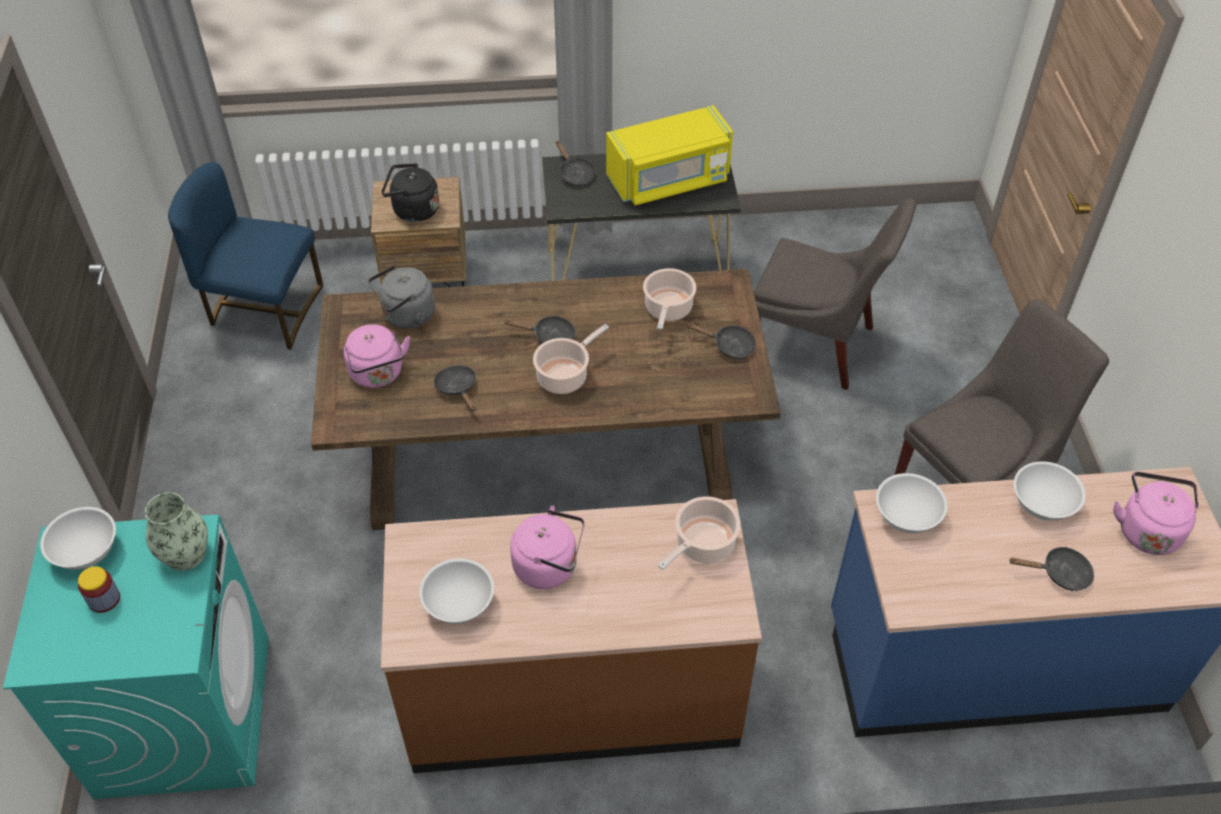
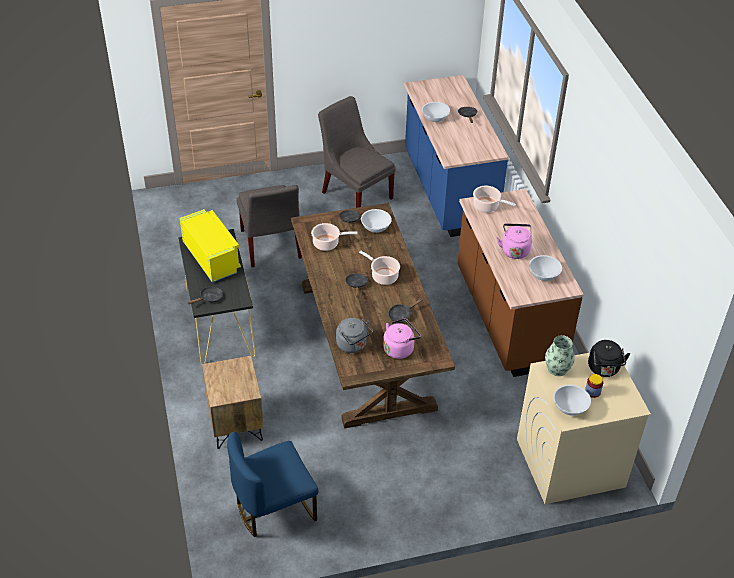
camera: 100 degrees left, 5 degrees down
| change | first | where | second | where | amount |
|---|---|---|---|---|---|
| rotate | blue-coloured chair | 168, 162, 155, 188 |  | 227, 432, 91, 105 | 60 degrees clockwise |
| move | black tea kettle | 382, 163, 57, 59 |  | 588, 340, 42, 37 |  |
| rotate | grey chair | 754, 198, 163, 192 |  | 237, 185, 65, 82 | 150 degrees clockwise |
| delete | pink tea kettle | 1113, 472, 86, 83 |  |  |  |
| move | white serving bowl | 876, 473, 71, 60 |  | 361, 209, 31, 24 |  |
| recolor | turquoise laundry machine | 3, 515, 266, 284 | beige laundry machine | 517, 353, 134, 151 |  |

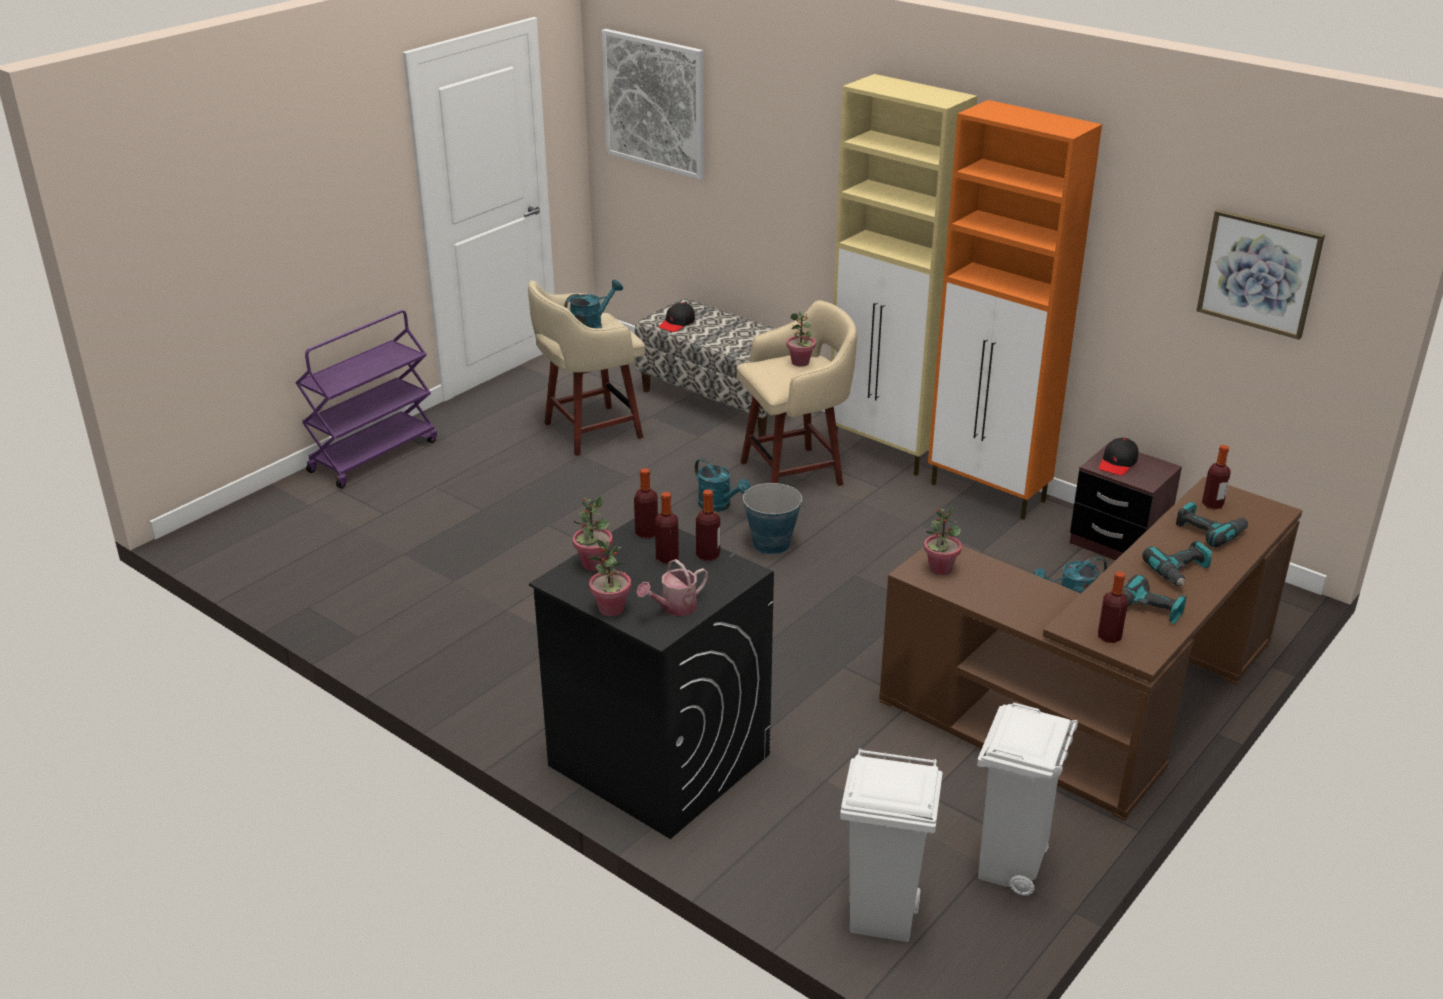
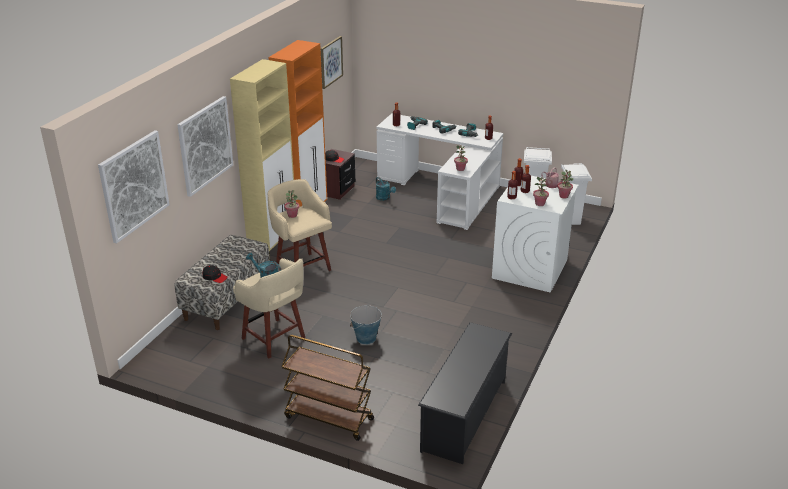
camera: 105 degrees left, 0 degrees up
| change | first | where | second | where | amount |
|---|---|---|---|---|---|
| recolor | purple-coloured wheeled cart | 295, 310, 142, 178 | brown wheeled cart | 281, 335, 93, 106 |  |
| delete | turquoise sprinkling can | 695, 458, 55, 54 |  |  |  |
| recolor | brown desk unit | 879, 477, 423, 344 | white desk unit | 377, 113, 126, 117 |  |
| move | water bucket | 743, 483, 61, 72 |  | 350, 304, 32, 41 |  |
| recolor | black laundry machine | 529, 518, 245, 321 | white laundry machine | 492, 176, 87, 117 |  |
| insert |  |  | picture | 177, 96, 57, 101 |  |
| insert |  |  | black shoe shelf | 418, 322, 94, 142 |  |

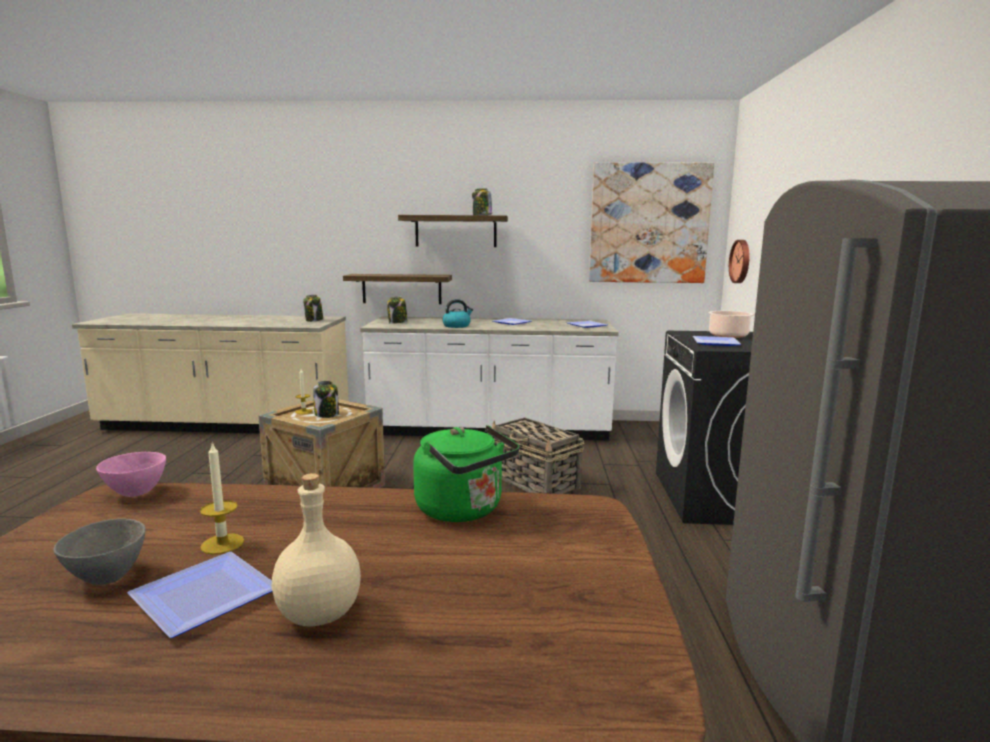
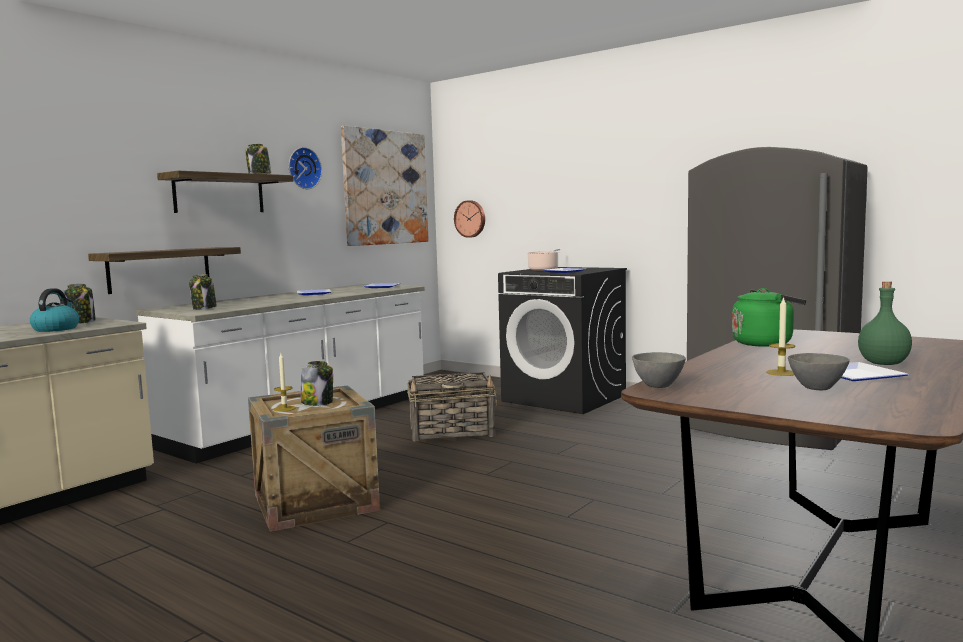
camera: 55 degrees left, 5 degrees down
| change | first | where | second | where | amount |
|---|---|---|---|---|---|
| move | tea kettle | 442, 299, 31, 29 |  | 30, 288, 49, 44 |  |
| recolor | pink serving bowl | 96, 452, 70, 45 | grey serving bowl | 632, 352, 54, 36 |  |
| recolor | beige bottle | 272, 473, 89, 153 | greenish bottle | 858, 281, 54, 84 |  |
| insert |  |  | hanging clock | 289, 147, 33, 42 |  |

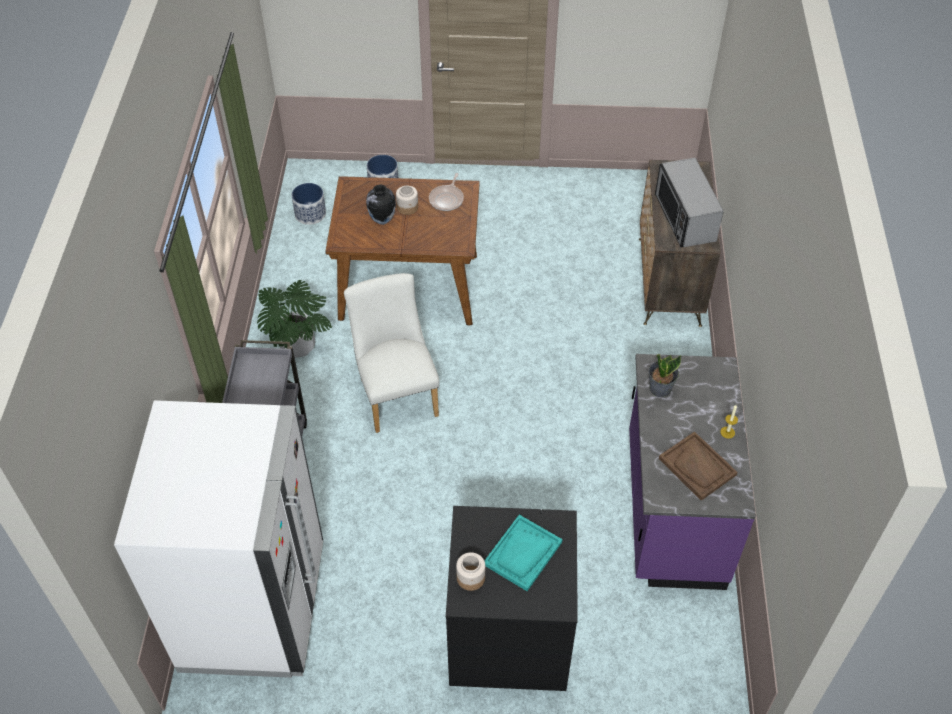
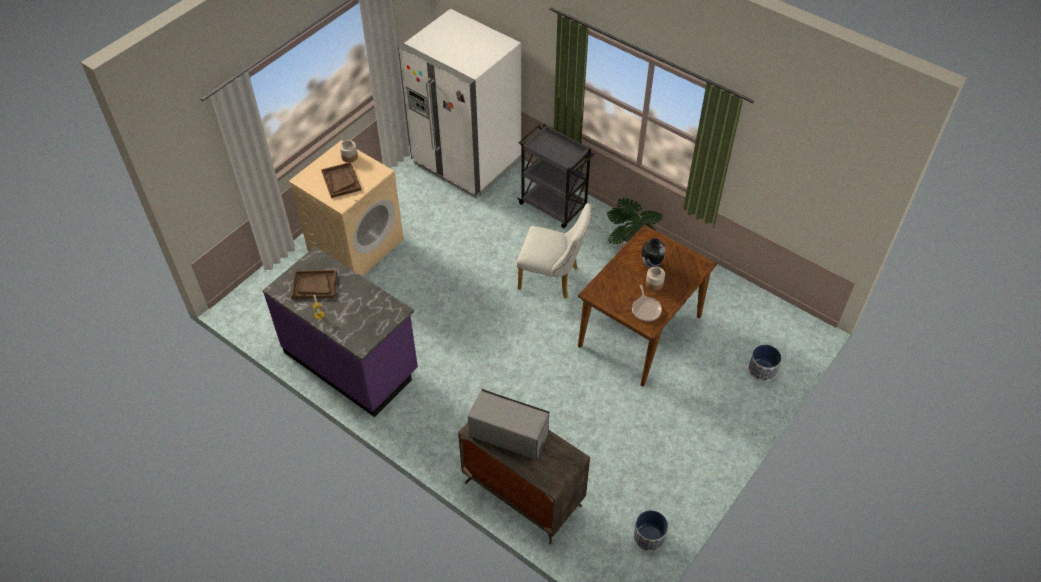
camera: 125 degrees right, 0 degrees up
| change | first | where | second | where | amount |
|---|---|---|---|---|---|
| rotate | frying pan | 429, 173, 35, 38 |  | 632, 285, 30, 36 | 150 degrees counterclockwise |
| move | planter | 292, 183, 34, 42 |  | 634, 510, 34, 42 |  |
| delete | houseplant | 649, 354, 33, 44 |  |  |  |
| recolor | black laundry machine | 446, 506, 132, 185 | beige laundry machine | 289, 140, 115, 136 |  |
| recolor | turquoise carrying tray | 484, 515, 78, 76 | brown carrying tray | 321, 162, 40, 36 |  |

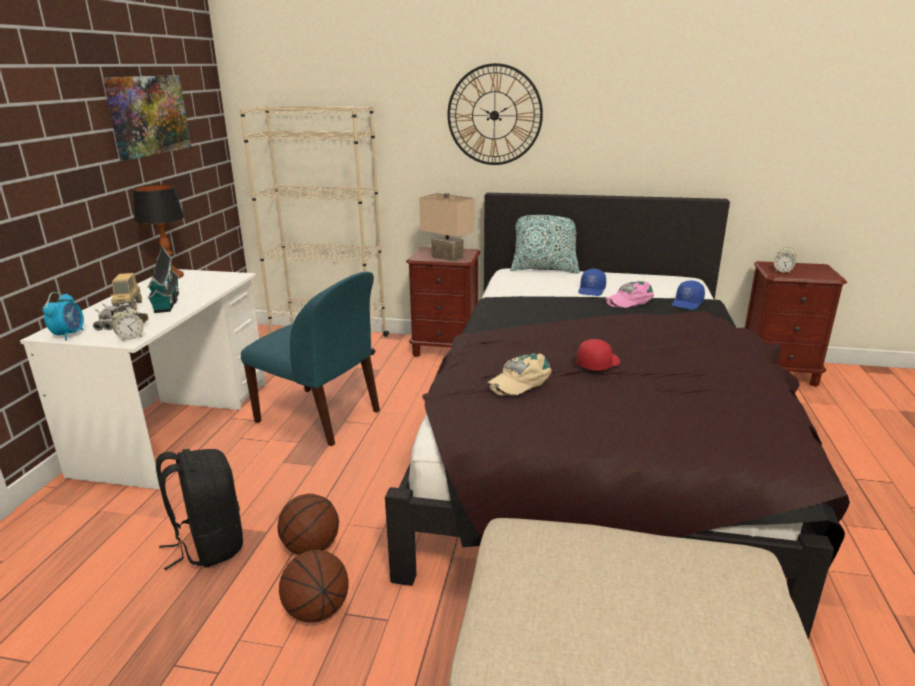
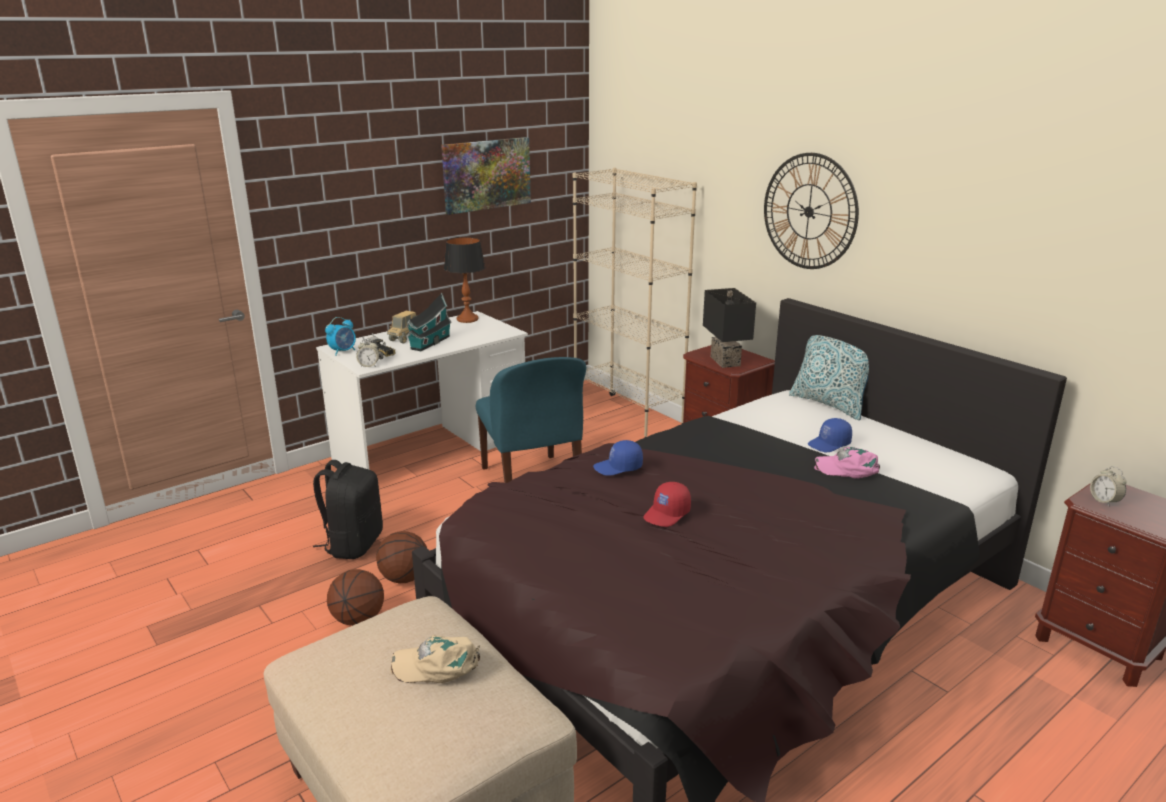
camera: 40 degrees right, 0 degrees up
| change | first | where | second | where | amount |
|---|---|---|---|---|---|
| recolor | beige lamp for a table | 419, 193, 55, 69 | black lamp for a table | 703, 288, 53, 80 |  |
| move | blue-coloured cap | 672, 280, 33, 30 |  | 593, 440, 50, 36 |  |
| rotate | red cap | 577, 339, 43, 32 |  | 643, 482, 48, 45 | 135 degrees clockwise |
| move | beige cap | 487, 353, 65, 43 |  | 390, 635, 90, 48 |  |

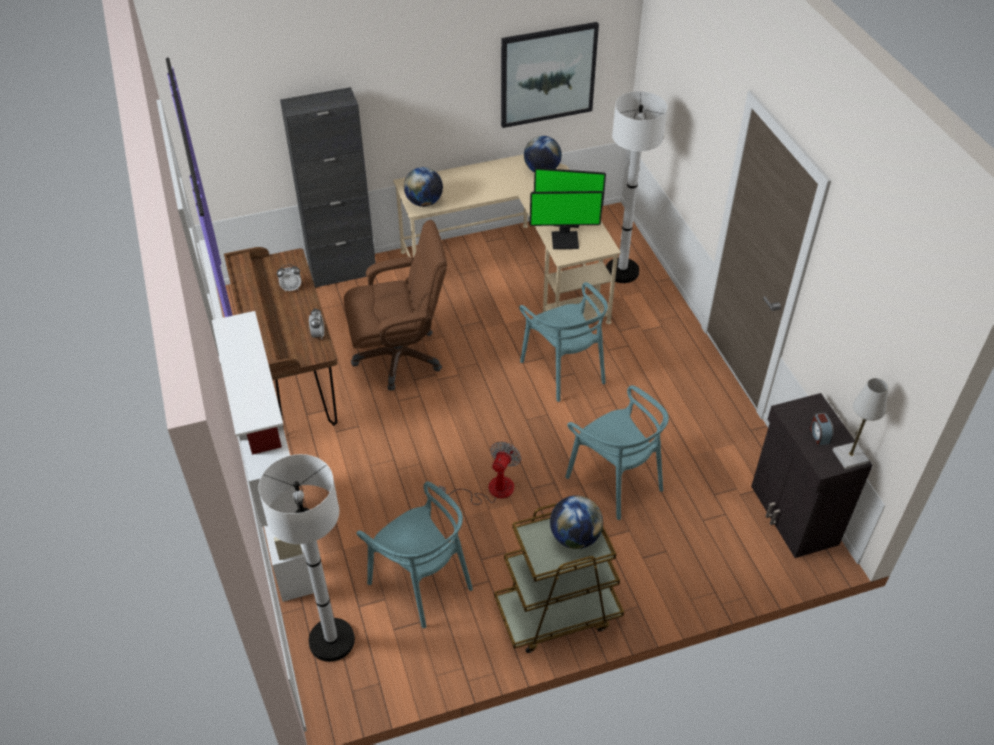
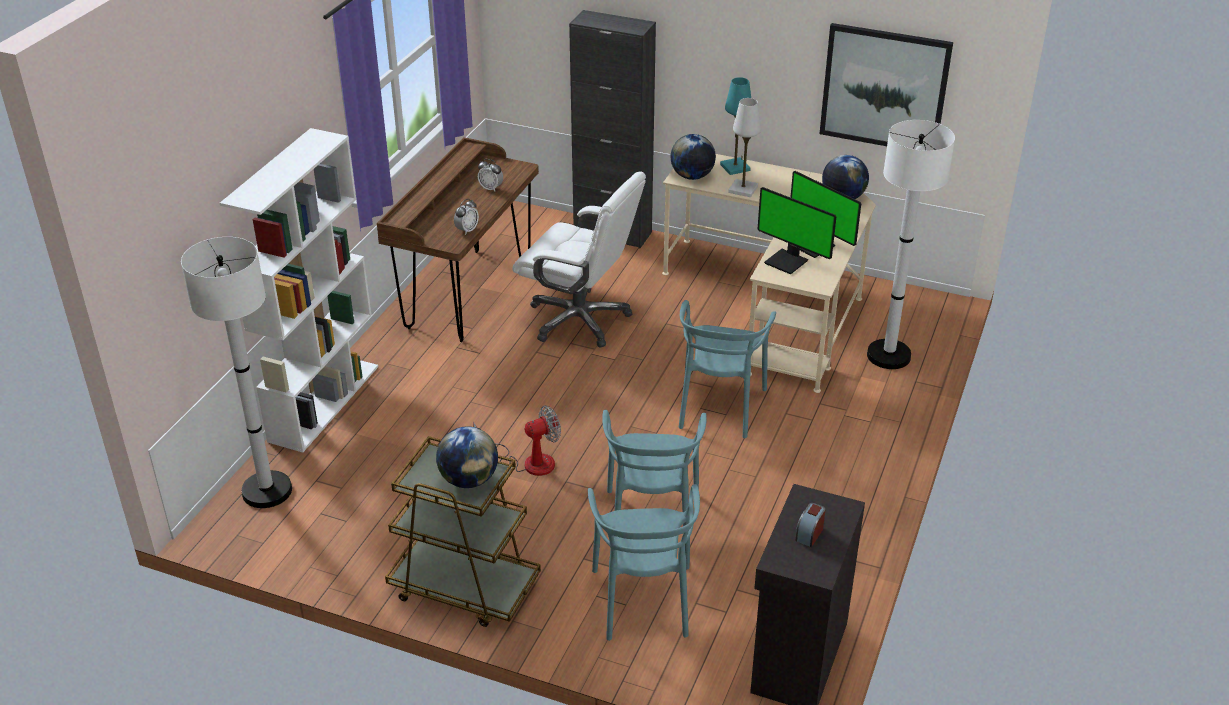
camera: 40 degrees right, 10 degrees down
| change | first | where | second | where | amount |
|---|---|---|---|---|---|
| recolor | brown desk chair | 344, 220, 103, 171 | white desk chair | 513, 172, 133, 176 |  |
| move | white lamp for a table | 833, 378, 56, 91 |  | 728, 98, 33, 99 |  |
| move | turquoise chair | 356, 481, 117, 147 |  | 588, 484, 112, 157 |  |
| insert |  |  | turquoise lamp for a table | 720, 77, 31, 98 |  |

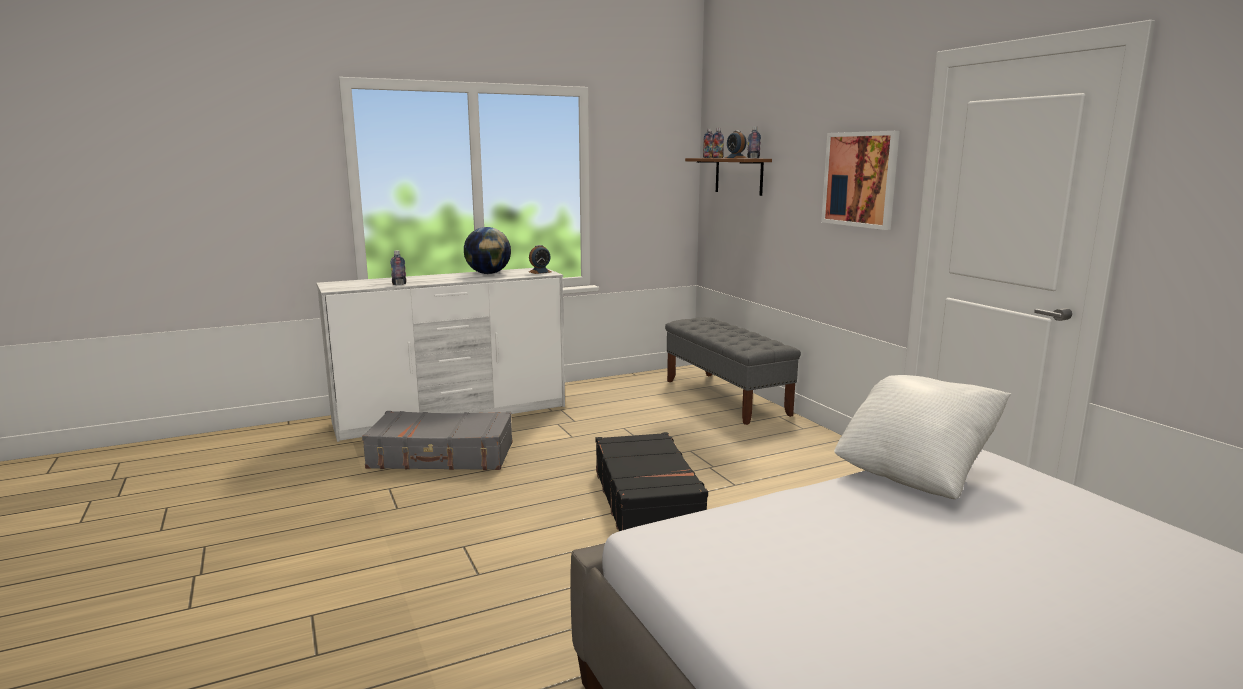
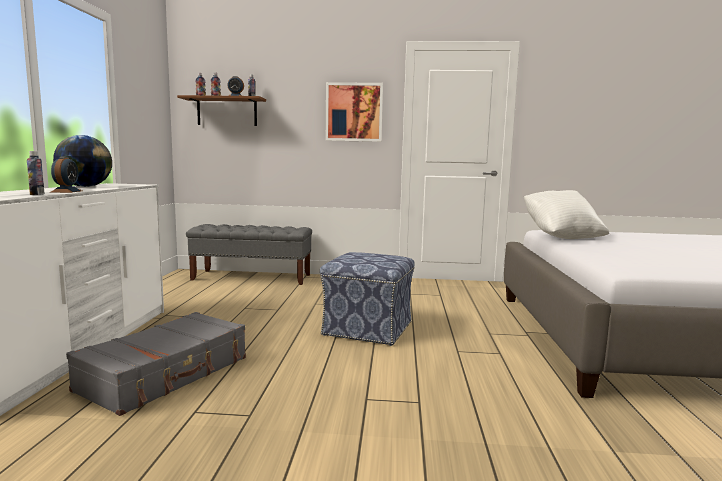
camera: 60 degrees left, 5 degrees down
| change | first | where | second | where | amount |
|---|---|---|---|---|---|
| move | bedside clock | 529, 245, 22, 29 |  | 51, 157, 31, 36 |  |
| replace | black suitcase | 595, 432, 113, 99 | footrest | 320, 252, 95, 94 |  |

